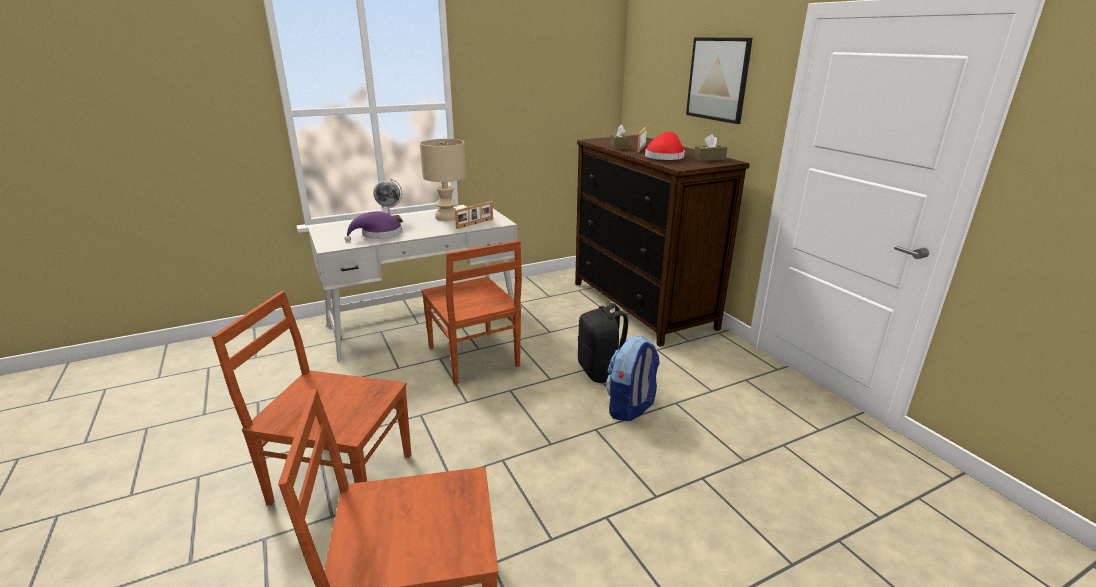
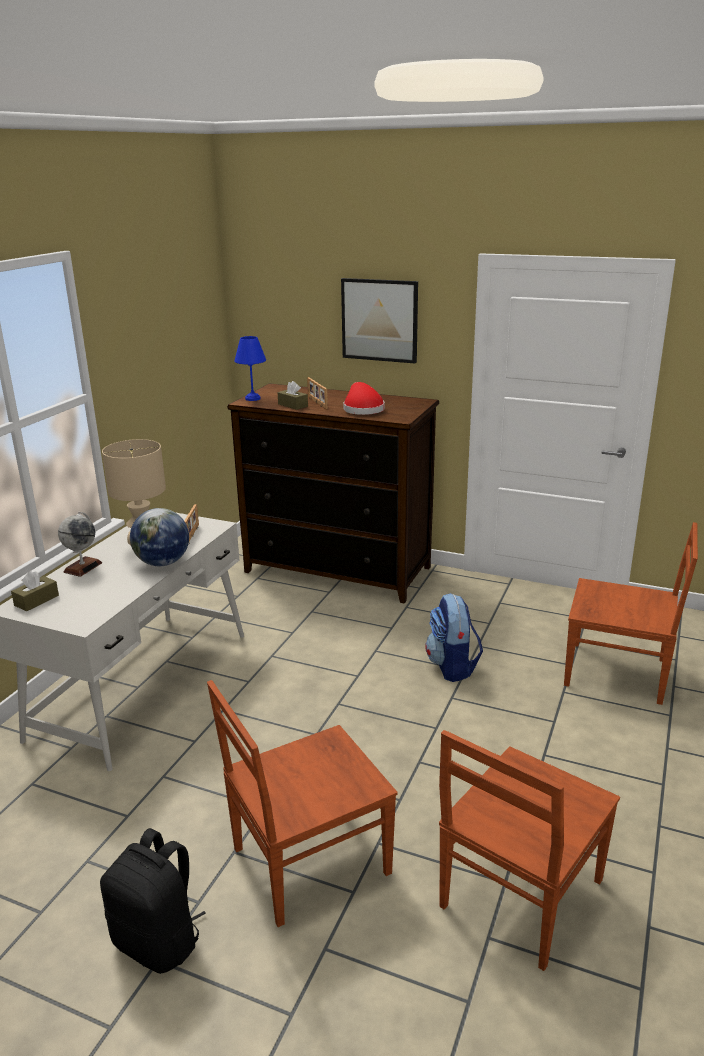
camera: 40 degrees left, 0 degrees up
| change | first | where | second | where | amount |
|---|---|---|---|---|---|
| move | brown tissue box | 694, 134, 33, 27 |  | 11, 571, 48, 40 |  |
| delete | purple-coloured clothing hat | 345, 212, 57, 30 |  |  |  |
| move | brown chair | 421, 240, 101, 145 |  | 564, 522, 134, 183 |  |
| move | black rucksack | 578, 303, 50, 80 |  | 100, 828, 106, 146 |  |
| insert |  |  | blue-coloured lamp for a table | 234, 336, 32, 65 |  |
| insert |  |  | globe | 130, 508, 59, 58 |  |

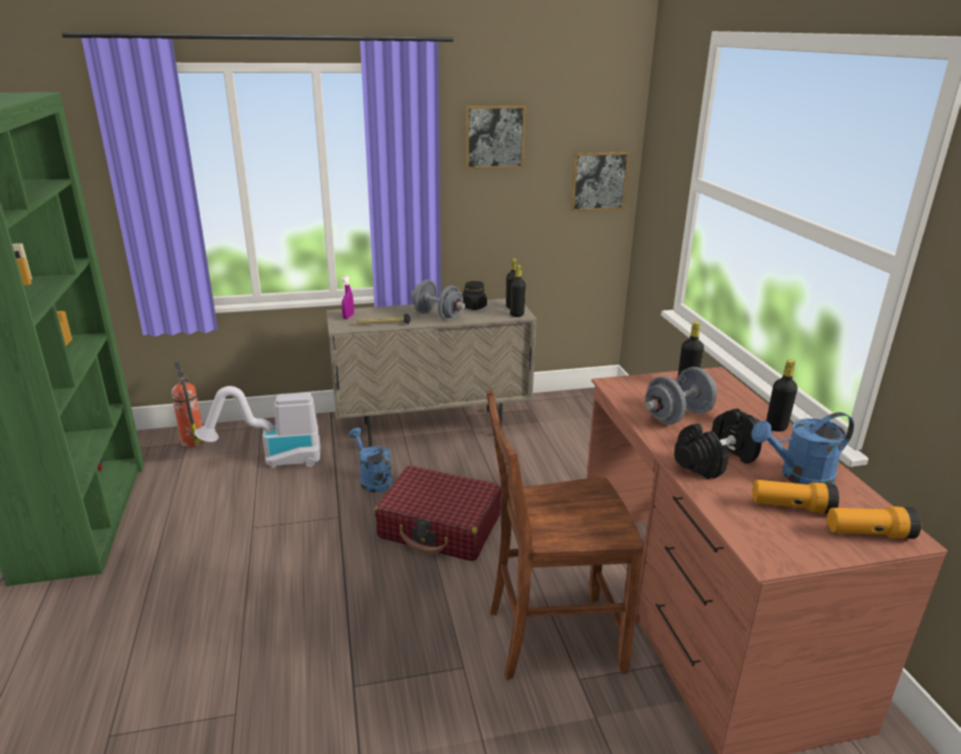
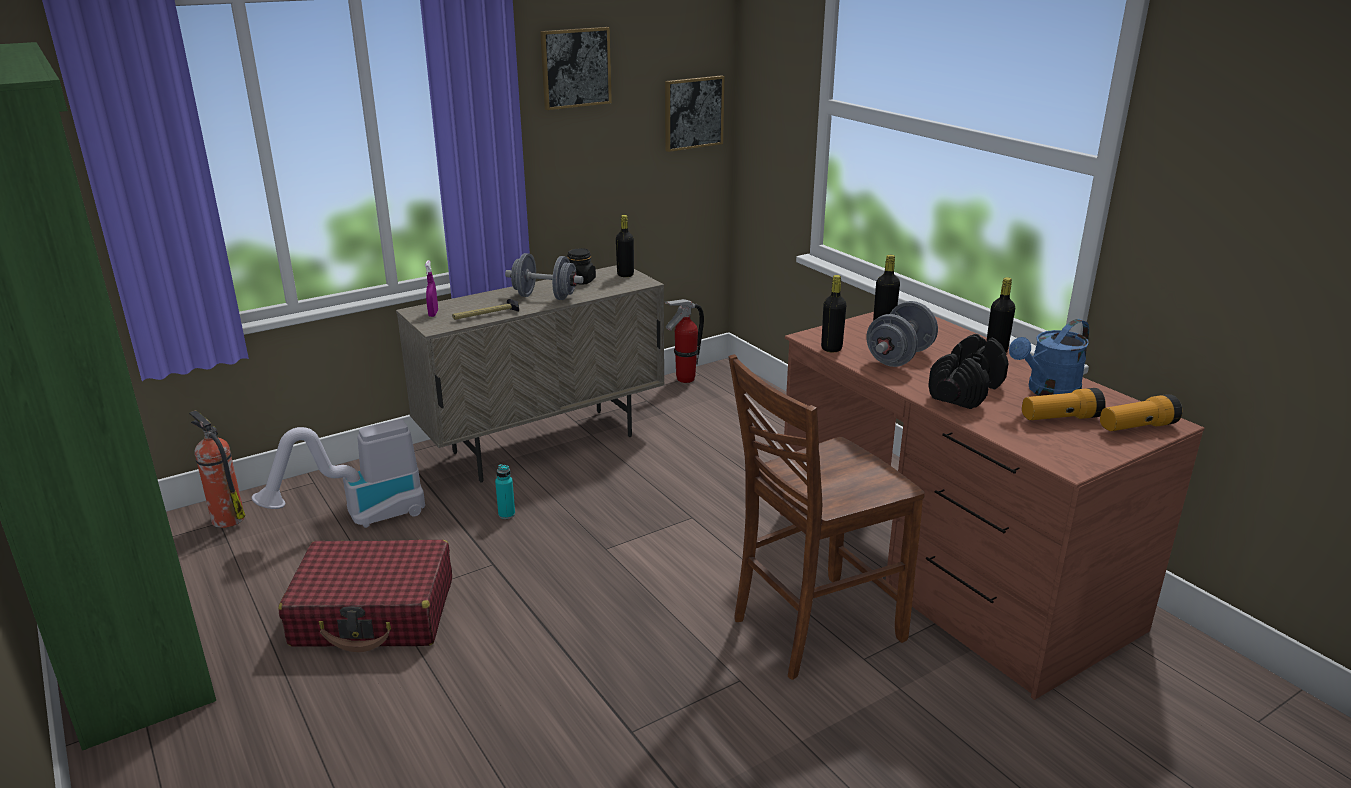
camera: 20 degrees left, 0 degrees up
| change | first | where | second | where | amount |
|---|---|---|---|---|---|
| move | black bottle | 510, 265, 16, 52 |  | 821, 275, 26, 77 |  |
| replace | blue-coloured sprinkling can | 349, 428, 43, 65 | turquoise bottle | 495, 464, 20, 55 |  |
| move | red suitcase | 375, 465, 126, 96 |  | 278, 540, 174, 112 |  |
| insert |  |  | extinguisher | 664, 299, 40, 84 |  |

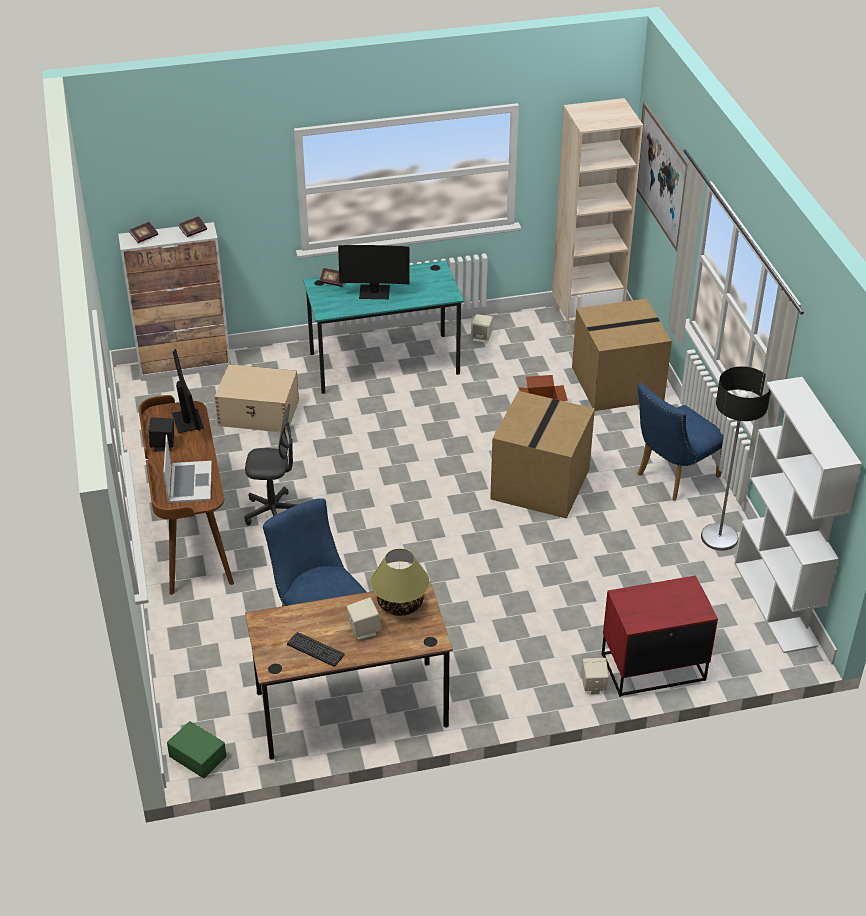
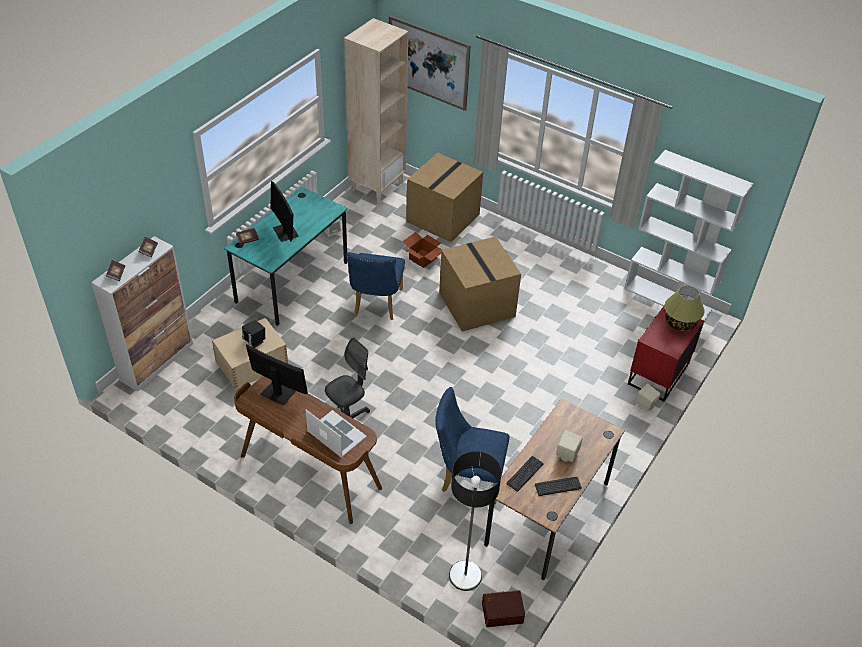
camera: 45 degrees left, 5 degrees up
| change | first | where | second | where | amount |
|---|---|---|---|---|---|
| rotate | computer display | 338, 245, 72, 54 |  | 271, 181, 27, 61 | 105 degrees clockwise |
| move | standing lamp | 701, 366, 70, 185 |  | 449, 451, 53, 140 |  |
| move | blue-coloured chair | 637, 383, 87, 118 |  | 347, 252, 58, 68 |  |
| move | black speaker | 148, 417, 26, 34 |  | 242, 320, 23, 28 |  |
| move | lamp for a table | 371, 549, 58, 67 |  | 665, 286, 40, 45 |  |
| recolor | greenish storage box | 167, 721, 60, 57 | brown storage box | 482, 590, 43, 37 |  |
| insert |  |  | PC keyboard | 506, 456, 38, 36 |  |

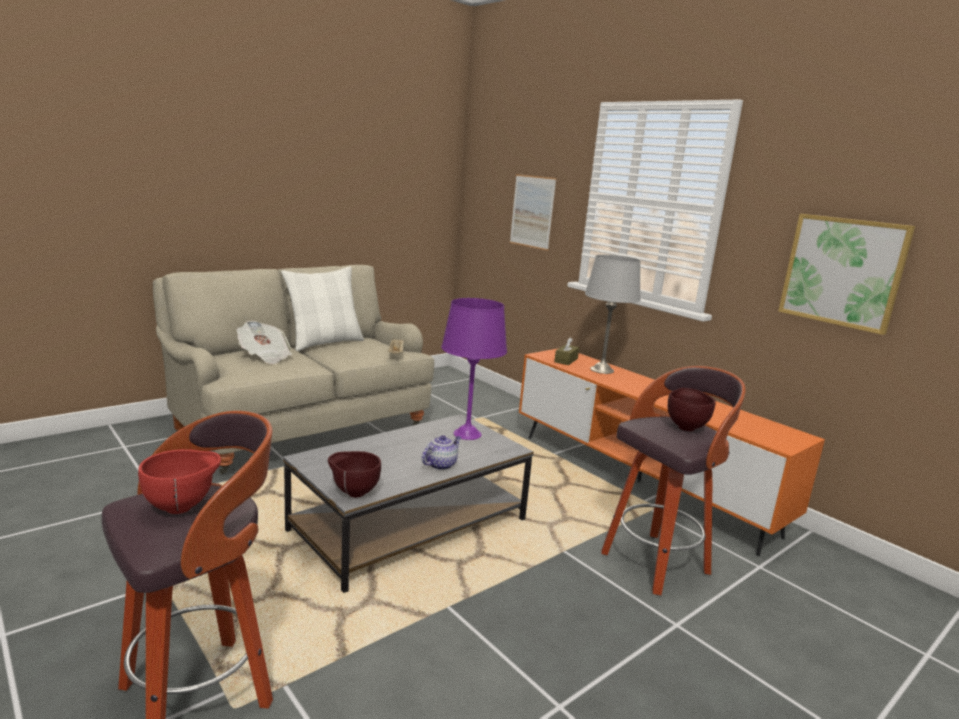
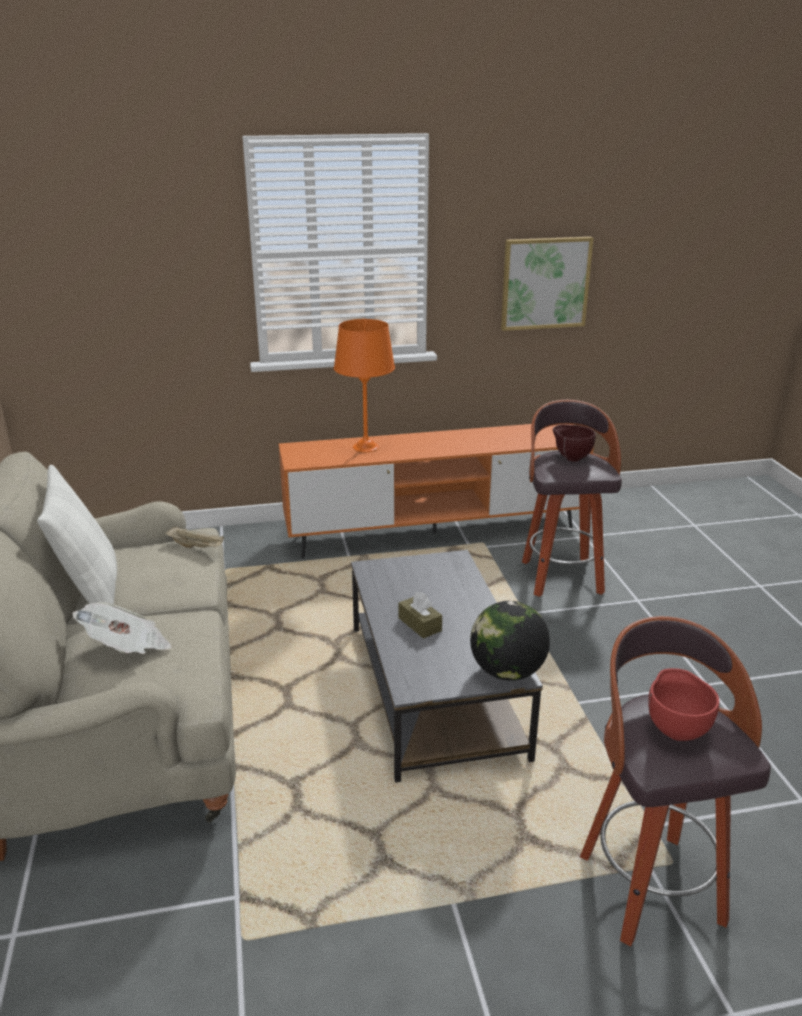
camera: 60 degrees left, 10 degrees up
| change | first | where | second | where | amount |
|---|---|---|---|---|---|
| delete | picture | 510, 174, 46, 77 |  |  |  |
| recolor | grey lamp for a table | 585, 255, 56, 119 | orange-coloured lamp for a table | 334, 319, 61, 134 |  |
| delete | purple-coloured lamp for a table | 441, 298, 66, 142 |  |  |  |
| move | brown tissue box | 554, 337, 25, 28 |  | 398, 592, 44, 47 |  |
| delete | pot for tea | 422, 435, 39, 35 |  |  |  |
| replace | brown serving bowl | 328, 451, 53, 46 | globe | 470, 601, 80, 80 |  |

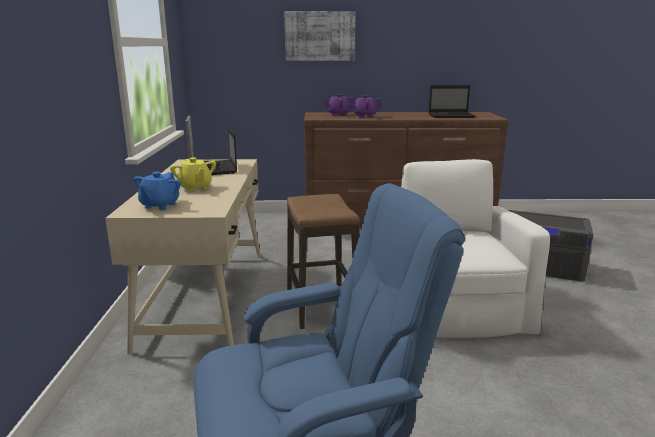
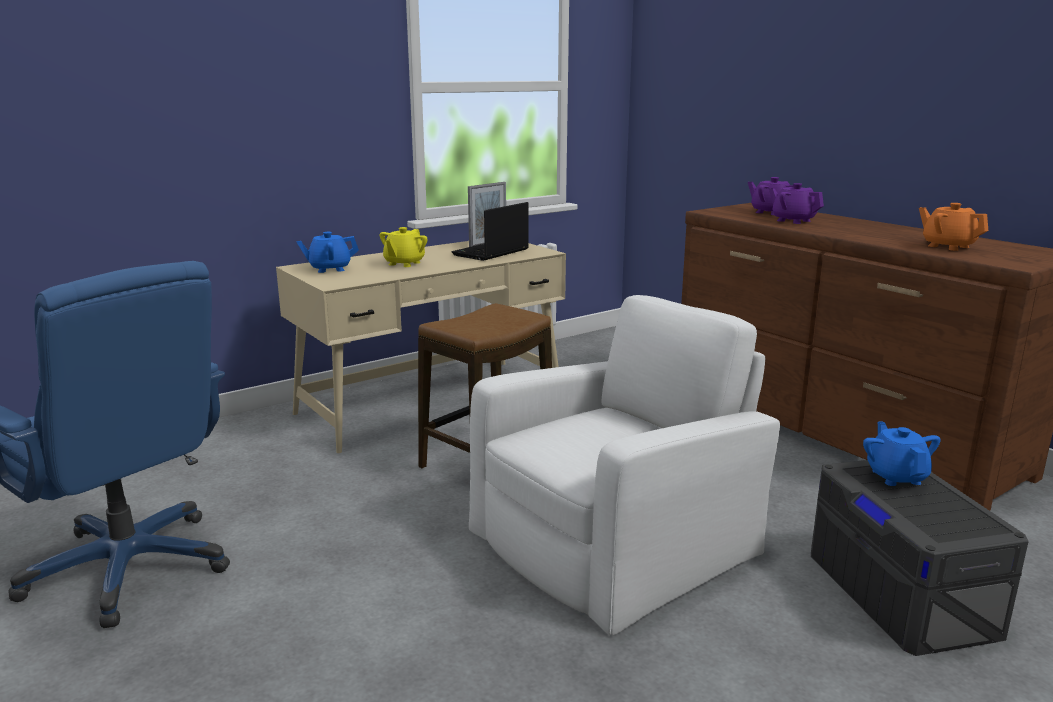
camera: 55 degrees right, 0 degrees up
| change | first | where | second | where | amount |
|---|---|---|---|---|---|
| delete | picture | 284, 11, 71, 50 |  |  |  |
| replace | portable computer | 429, 85, 46, 33 | orange-coloured pot for tea | 919, 203, 69, 48 |  |
| insert |  |  | blue-coloured pot for tea | 863, 421, 78, 65 |  |

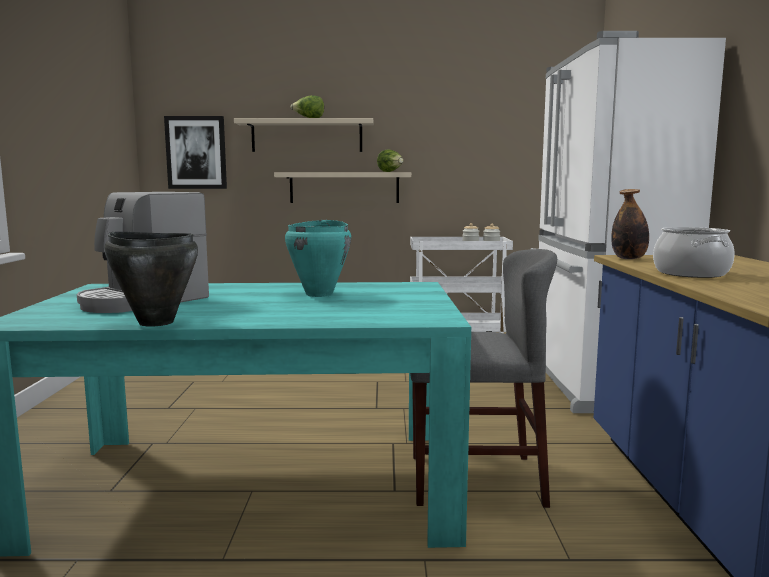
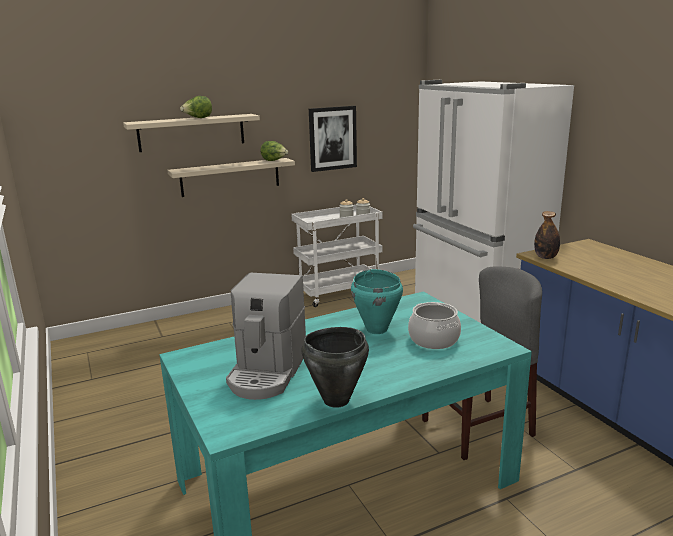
camera: 25 degrees left, 10 degrees up
| change | first | where | second | where | amount |
|---|---|---|---|---|---|
| move | picture | 164, 116, 63, 73 |  | 309, 106, 48, 66 |  |
| move | cooking pot | 653, 227, 82, 51 |  | 408, 302, 53, 47 |  |

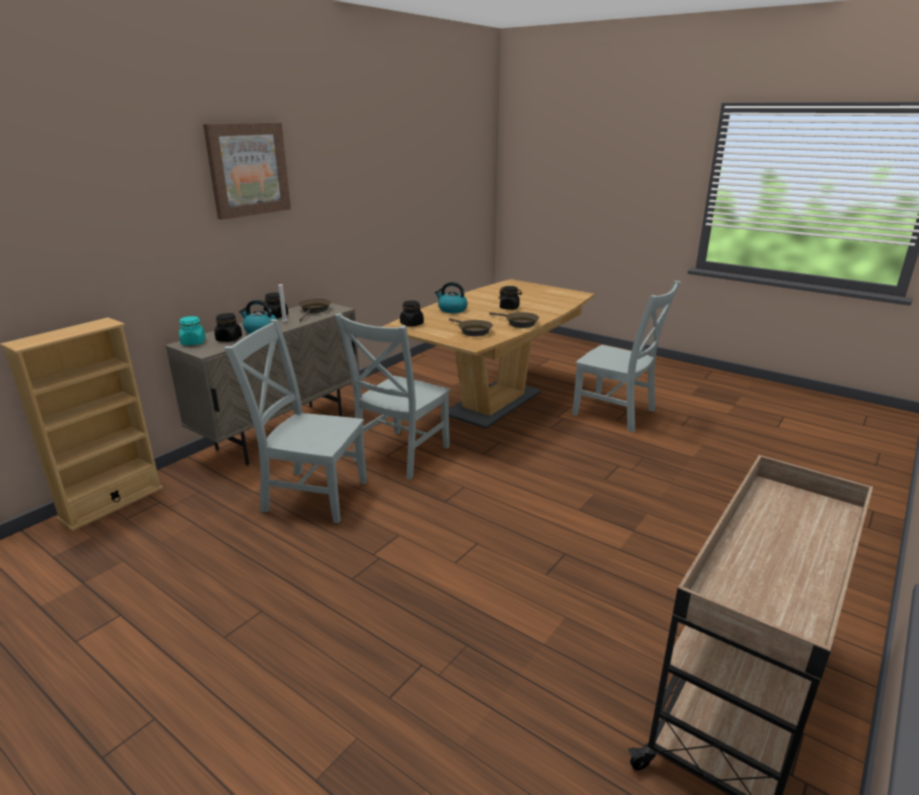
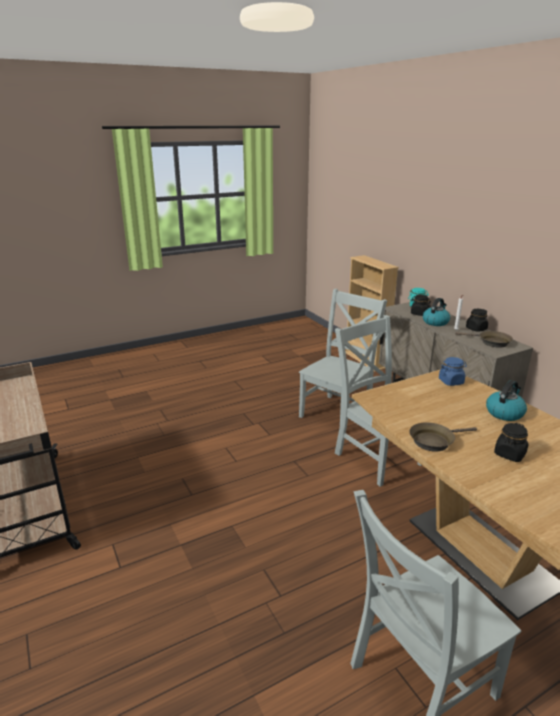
camera: 115 degrees right, 0 degrees up
| change | first | where | second | where | amount |
|---|---|---|---|---|---|
| delete | picture | 203, 122, 88, 98 |  |  |  |
| recolor | black jar | 400, 300, 24, 27 | blue-coloured jar | 439, 357, 28, 29 |  |
| delete | brown frying pan | 449, 318, 44, 19 |  |  |  |

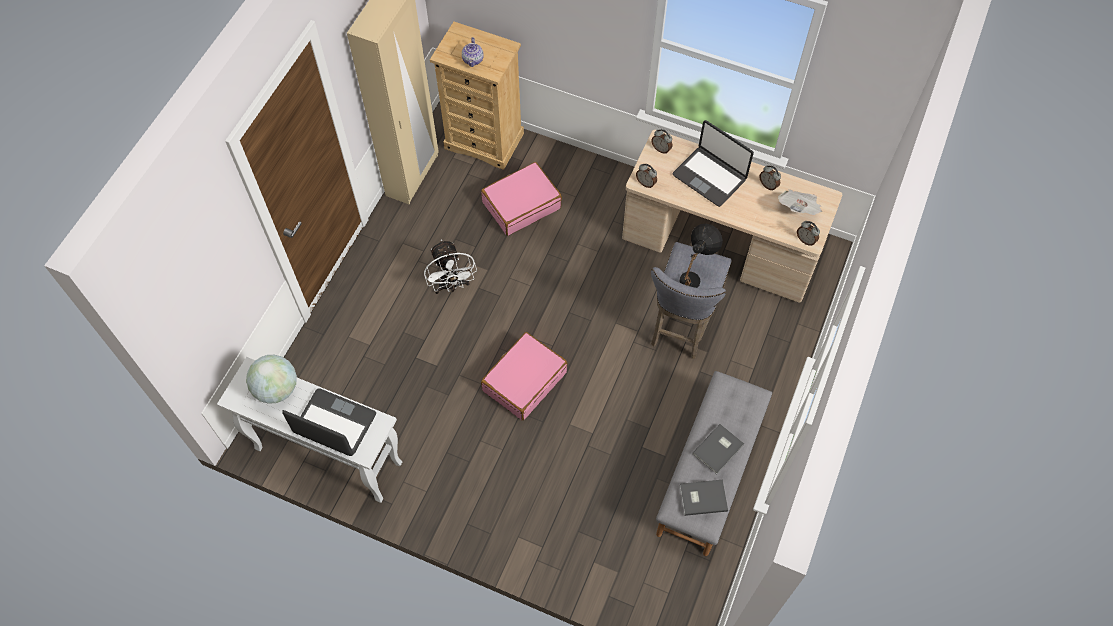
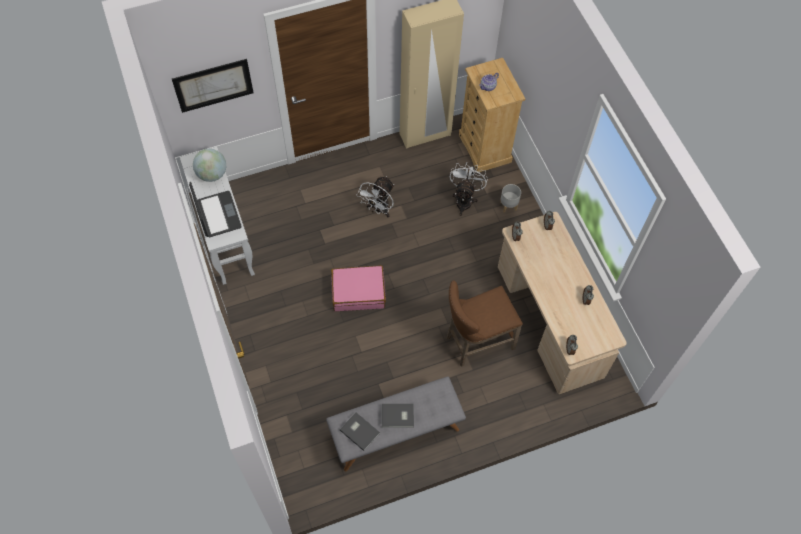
camera: 45 degrees right, 0 degrees up
| change | first | where | second | where | amount |
|---|---|---|---|---|---|
| delete | portable computer | 673, 120, 81, 87 |  |  |  |
| replace | pink suitcase | 481, 162, 81, 74 | white electric fan | 450, 162, 38, 54 |  |
| delete | daily paper | 778, 189, 44, 26 |  |  |  |
| delete | black lamp for a table | 679, 224, 44, 64 |  |  |  |
| recolor | grey sitting stool | 651, 242, 81, 117 | brown sitting stool | 447, 281, 76, 86 |  |
| insert |  |  | picture | 172, 59, 82, 54 |  |
| insert |  |  | grey planter | 500, 184, 21, 29 |  |

